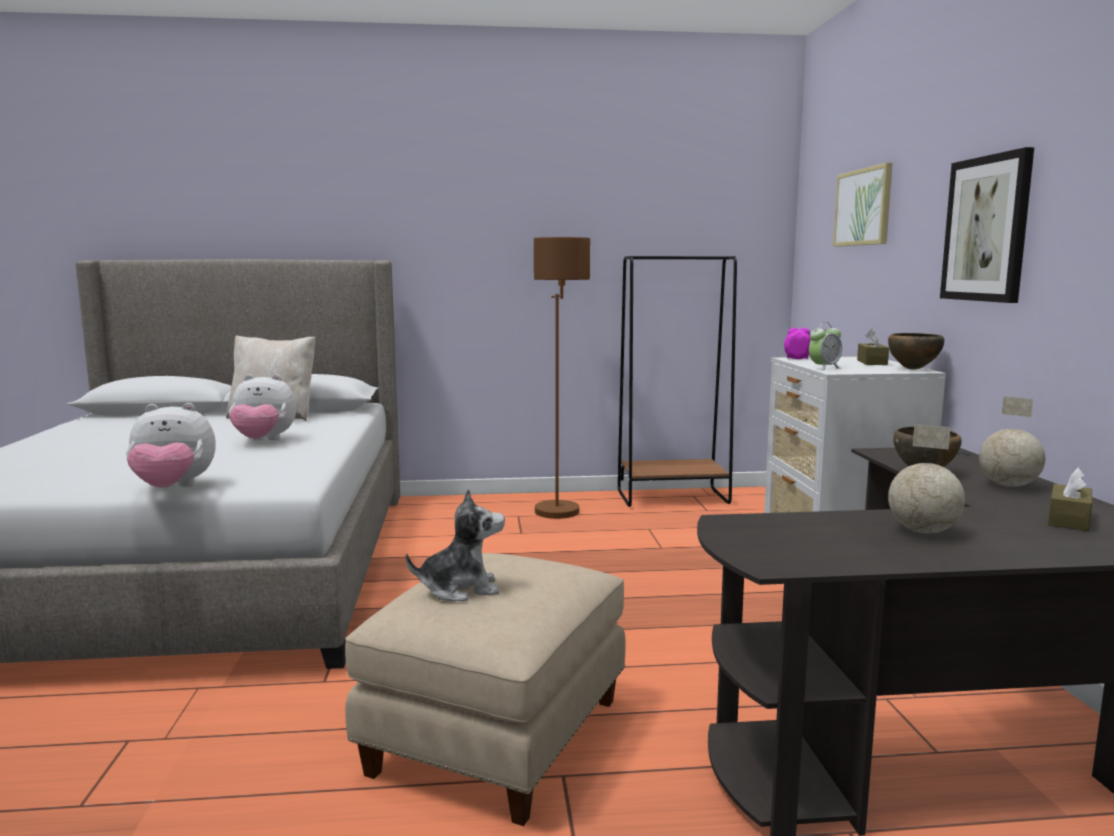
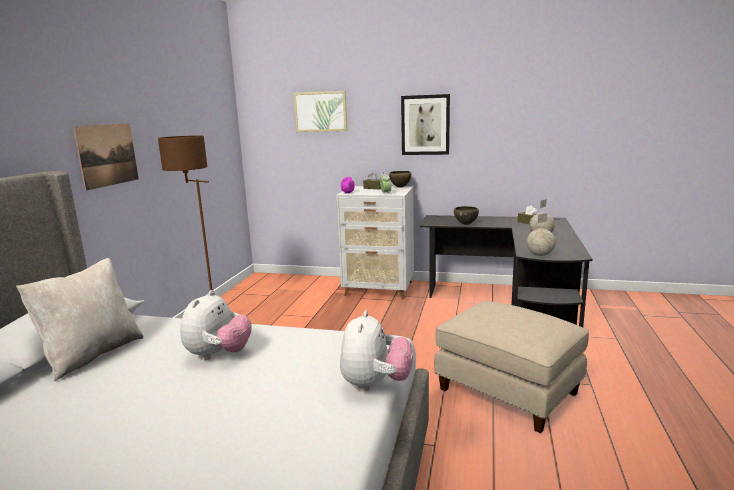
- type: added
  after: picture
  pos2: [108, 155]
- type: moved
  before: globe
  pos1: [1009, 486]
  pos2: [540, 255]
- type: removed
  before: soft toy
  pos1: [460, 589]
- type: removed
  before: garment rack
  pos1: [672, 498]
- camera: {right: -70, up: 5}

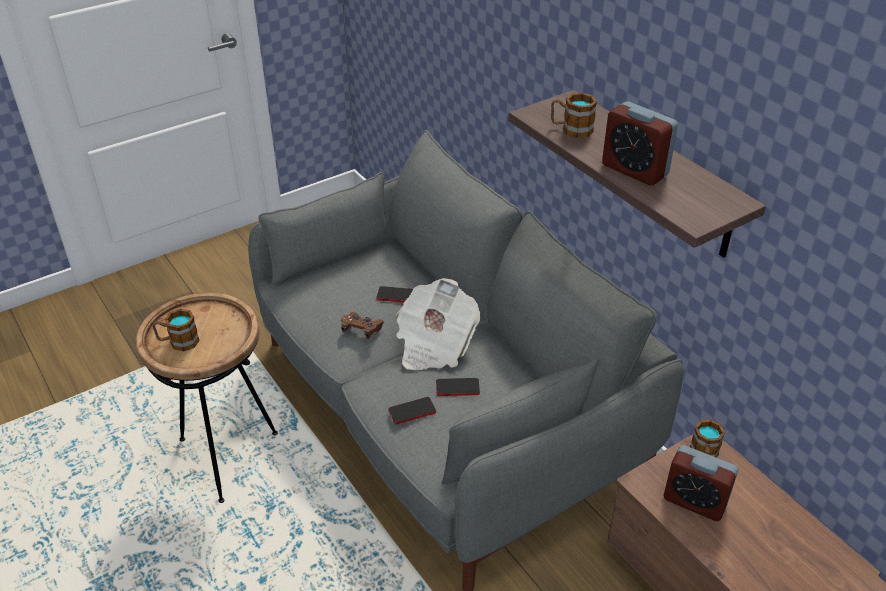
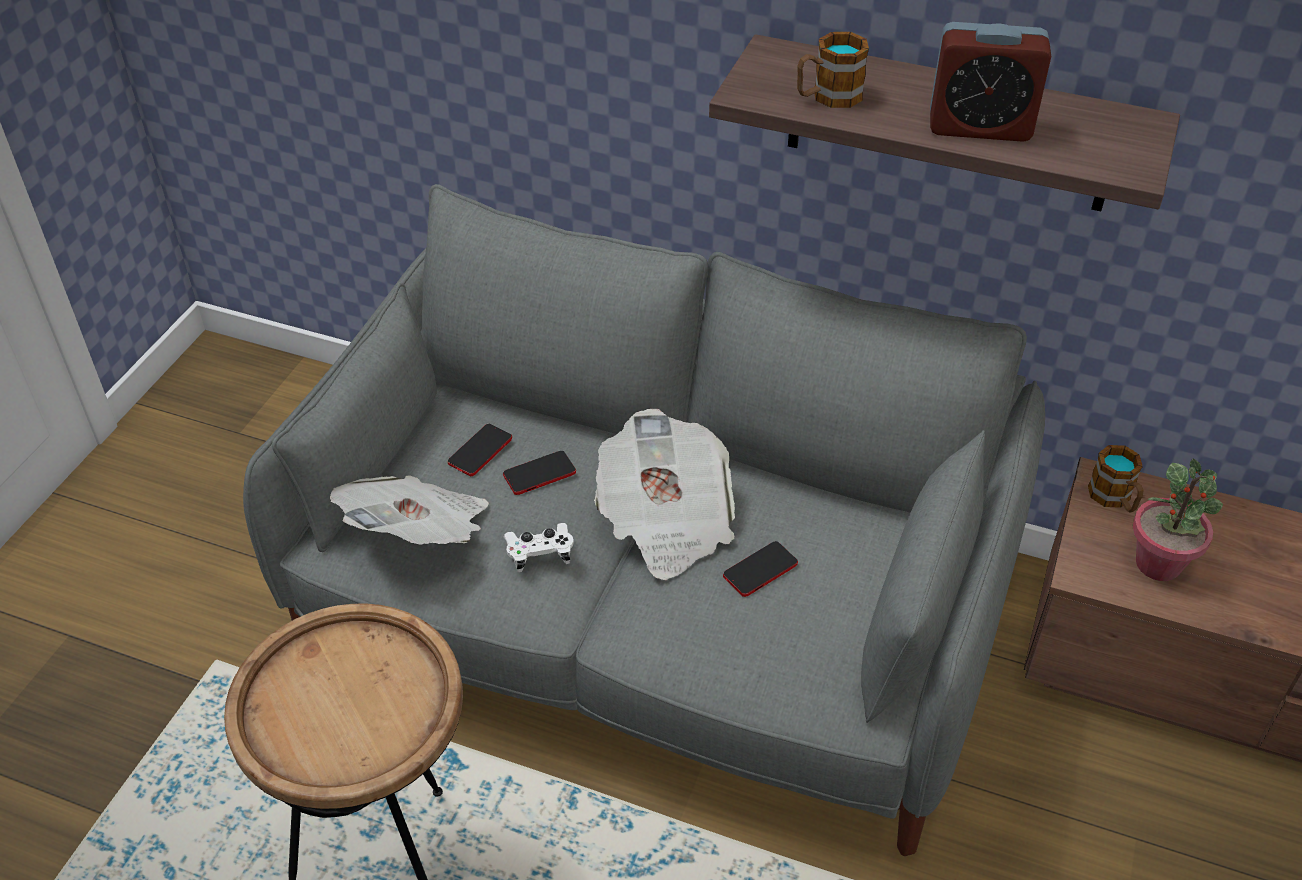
- type: added
  after: newspaper
  pos2: [420, 534]
- type: moved
  before: telephone
  pos1: [412, 411]
  pos2: [480, 451]
- type: recoloured
  before: joypad/brownish
  after: joypad/white
  pos1: [361, 330]
  pos2: [540, 554]
- type: replaced
  before: bedside clock
  after: plant in a pot
  pos1: [694, 501]
  pos2: [1158, 564]
- type: removed
  before: coffee mug
  pos1: [178, 342]
- camera: {right: -35, up: 5}

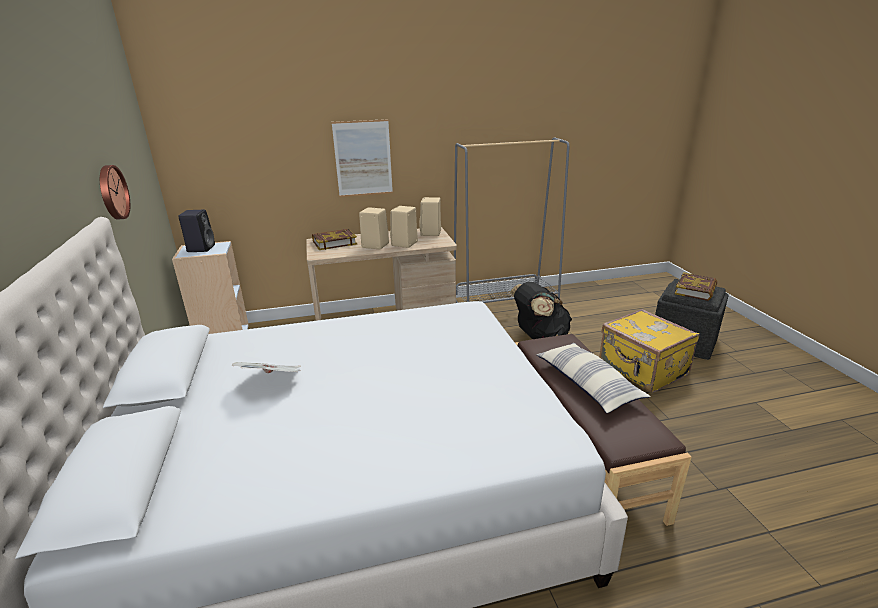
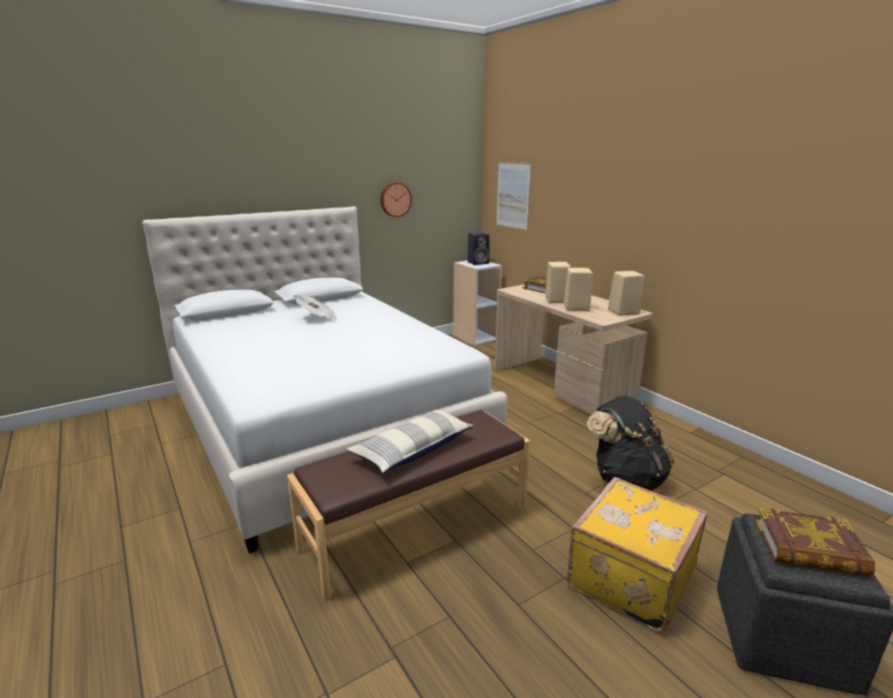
- type: moved
  before: picture
  pos1: [363, 158]
  pos2: [513, 195]
- type: removed
  before: garment rack/greyish
  pos1: [504, 303]
- camera: {right: 70, up: -5}

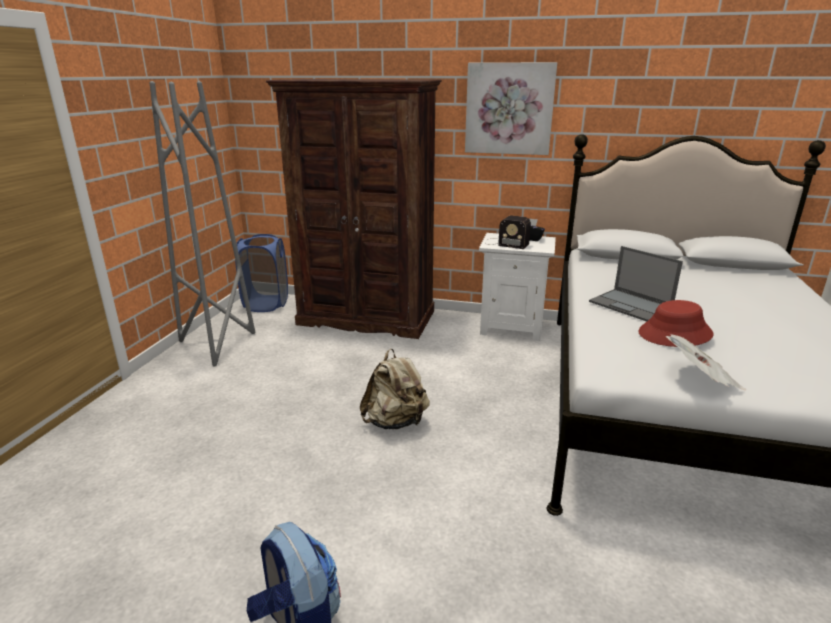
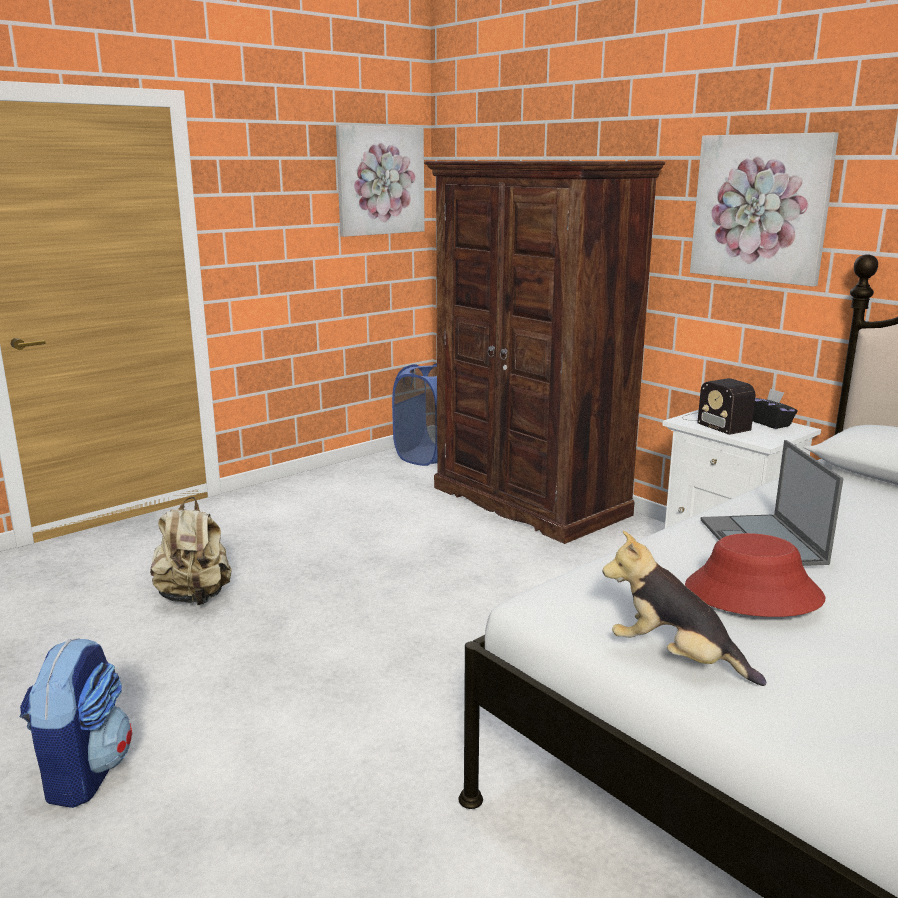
- type: moved
  before: rucksack/sand-coloured
  pos1: [395, 422]
  pos2: [195, 597]
- type: added
  after: picture
  pos2: [380, 181]
- type: replaced
  before: newspaper
  after: soft toy
  pos1: [701, 380]
  pos2: [675, 659]
- type: removed
  before: garment rack/greyish
  pos1: [217, 346]
- camera: {right: 35, up: -5}

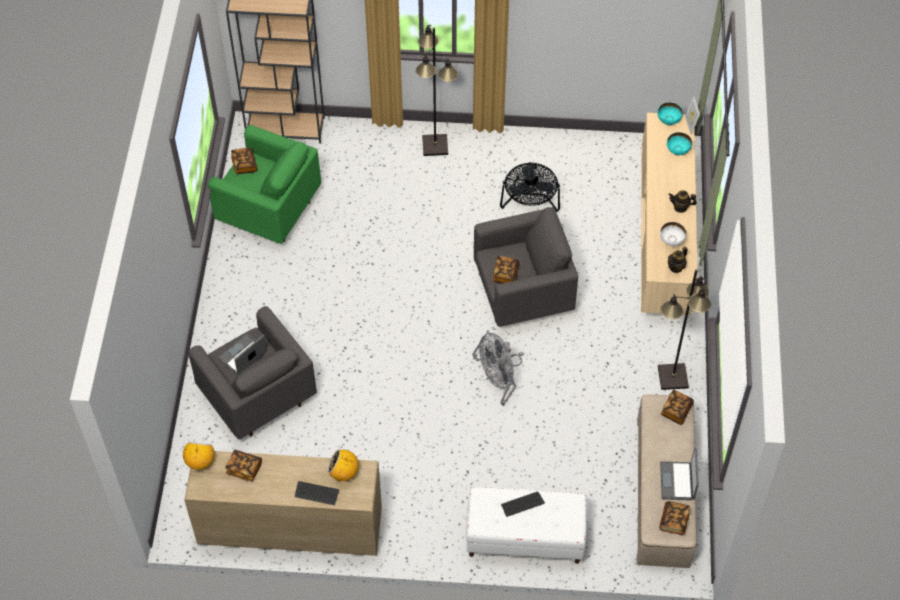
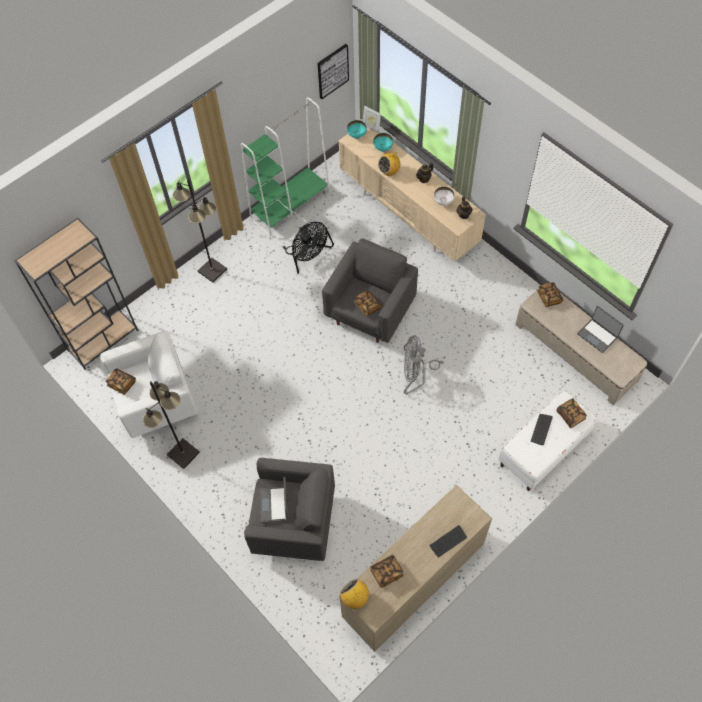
- type: recoloured
  before: armchair/greenish
  after: armchair/white
  pos1: [269, 211]
  pos2: [157, 401]
- type: moved
  before: floor lamp/blackish
  pos1: [672, 377]
  pos2: [183, 454]
- type: added
  after: garment rack/greenish
  pos2: [290, 205]
- type: added
  after: picture
  pos2: [332, 71]
- type: moved
  before: radio
  pos1: [344, 473]
  pos2: [389, 171]
- type: turned
  before: cooling fan/greyish
  pos1: [499, 376]
  pos2: [416, 371]
  turn: 75
- type: moved
  before: book
  pos1: [674, 521]
  pos2: [570, 416]
- camera: {right: -45, up: 5}

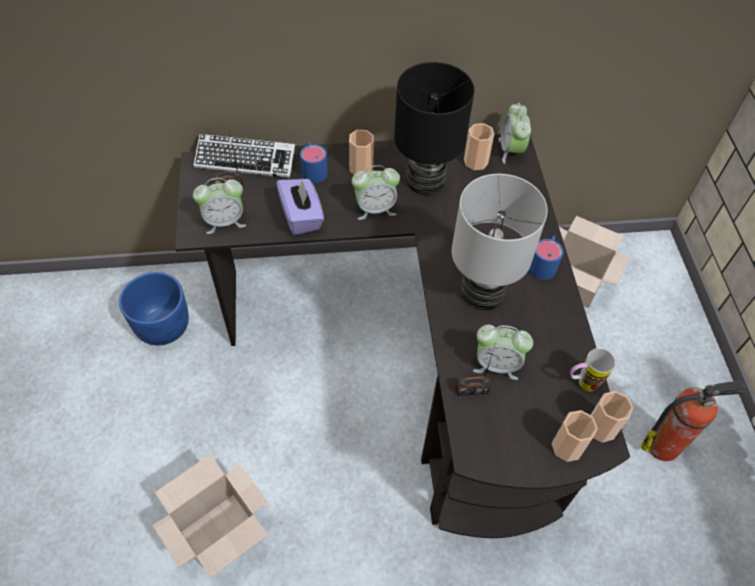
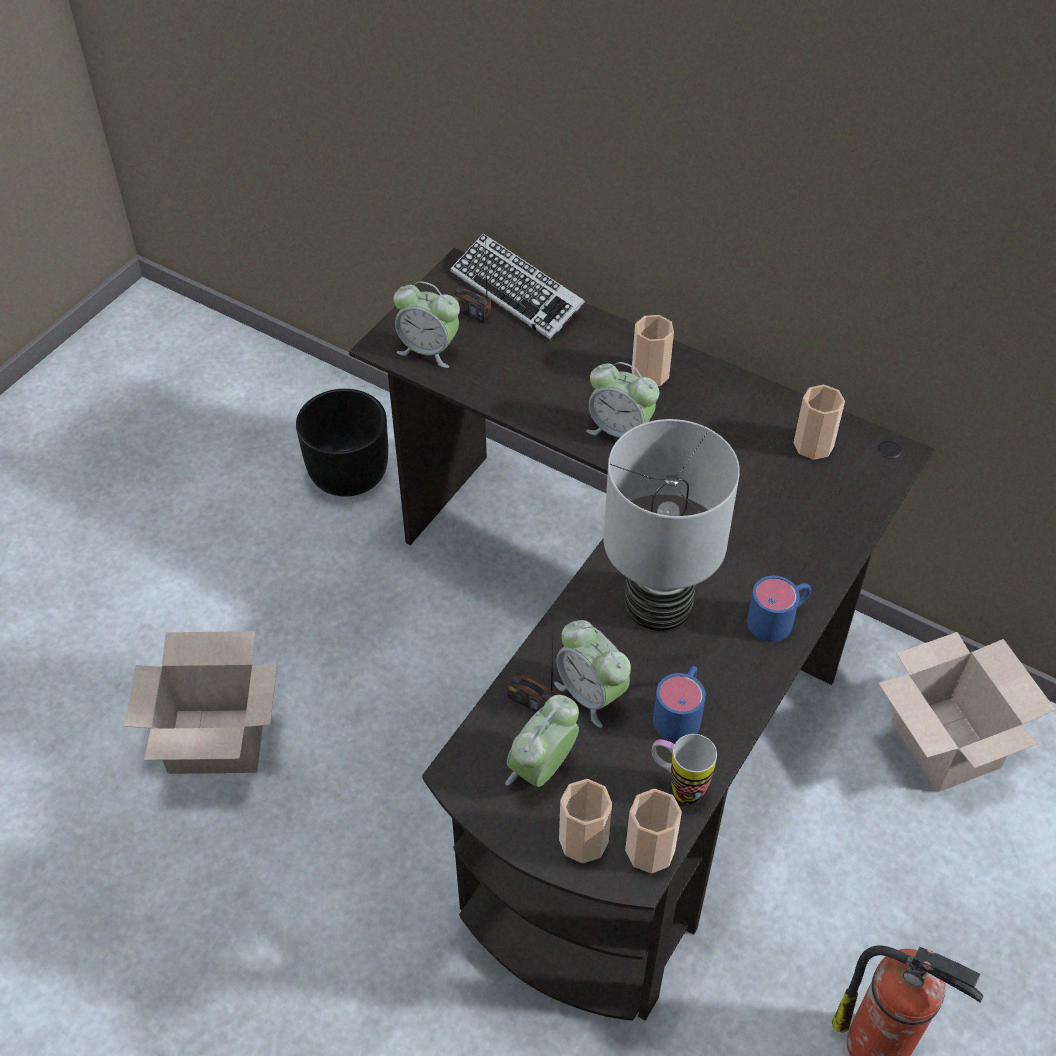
- type: recoloured
  before: plant pot/blue-coloured
  after: plant pot/blackish
  pos1: [163, 325]
  pos2: [349, 472]
- type: moved
  before: bedside clock
  pos1: [511, 150]
  pos2: [542, 769]
- type: moved
  before: coffee mug/blue-coloured
  pos1: [313, 169]
  pos2: [680, 712]
- type: removed
  before: tissue box/purple
  pos1: [301, 216]
- type: removed
  before: table lamp/blackish
  pos1: [425, 180]
- camera: {right: 40, up: -5}

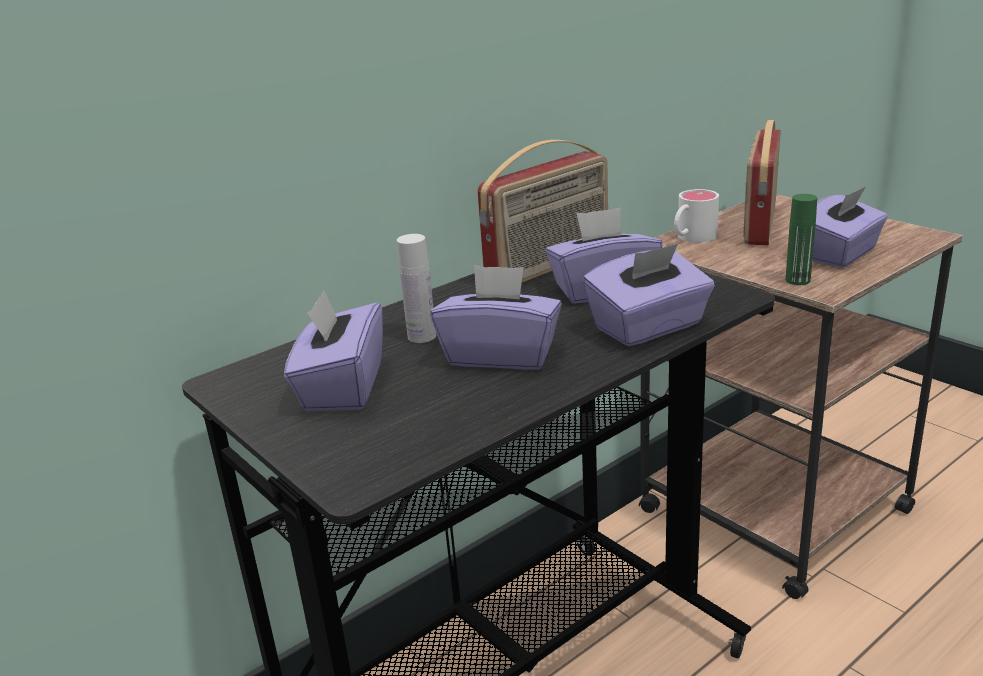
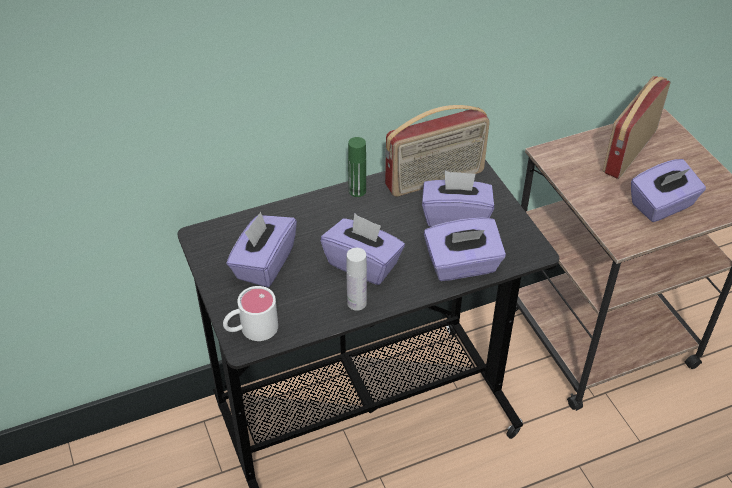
- type: moved
  before: coffee mug/white
  pos1: [691, 238]
  pos2: [251, 329]
- type: moved
  before: drink bottle/white
  pos1: [422, 336]
  pos2: [356, 303]
- type: moved
  before: drink bottle/greenish
  pos1: [797, 280]
  pos2: [357, 191]
- camera: {right: 15, up: 20}

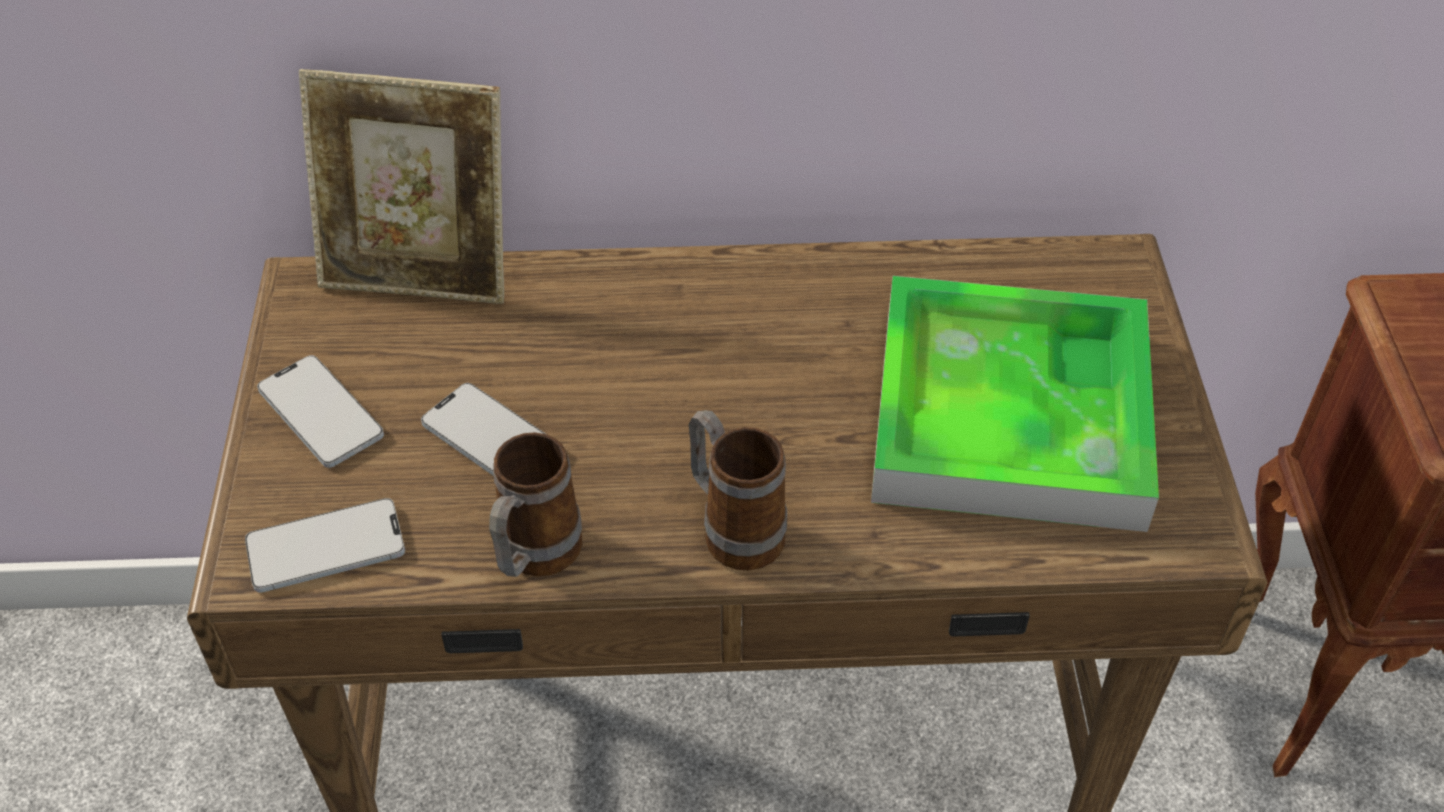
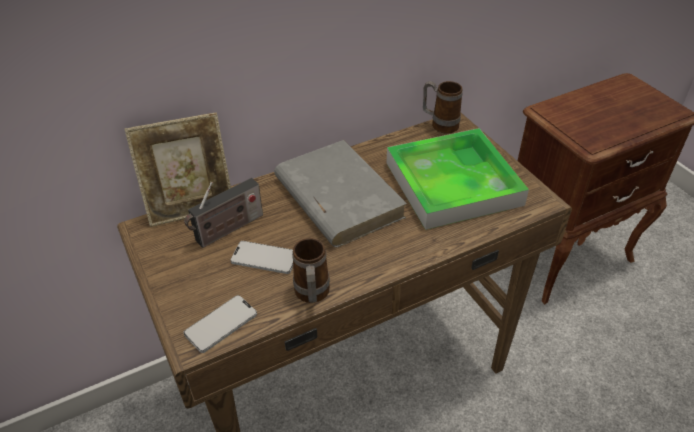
- type: added
  after: radio
  pos2: [227, 230]
- type: added
  after: book/greyish
  pos2: [337, 197]
- type: moved
  before: coffee mug
  pos1: [734, 528]
  pos2: [439, 124]
- type: removed
  before: telephone
  pos1: [321, 413]
- camera: {right: -25, up: -5}

